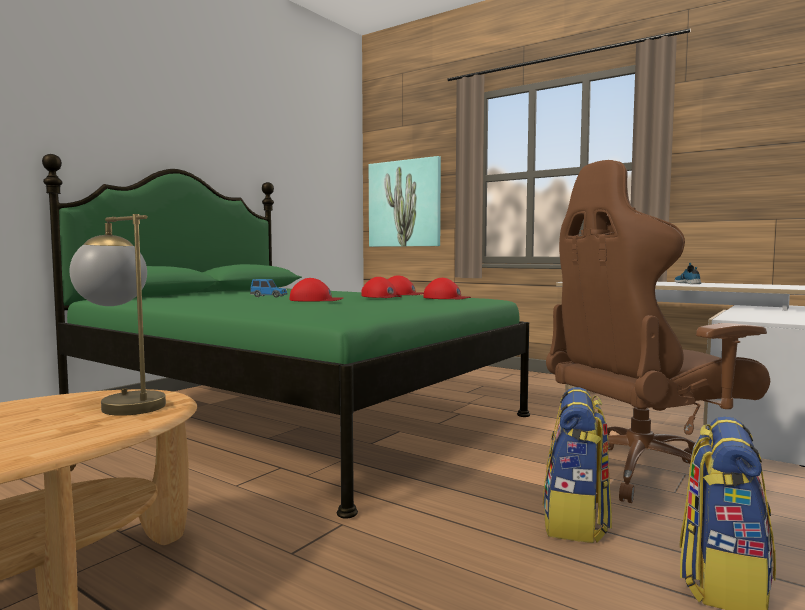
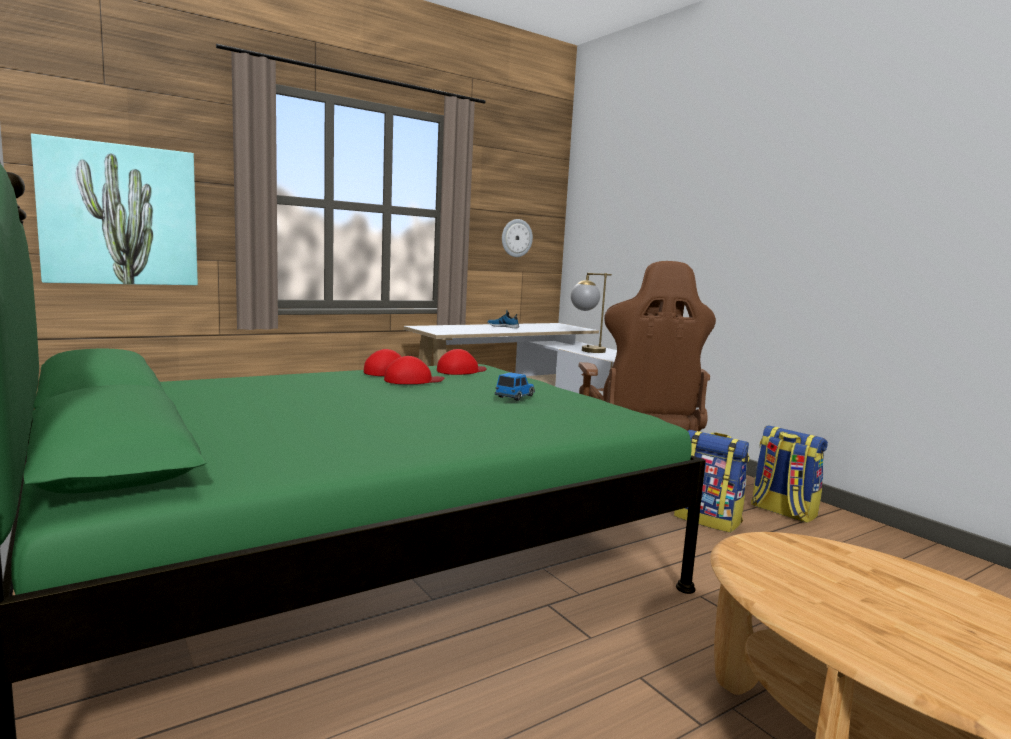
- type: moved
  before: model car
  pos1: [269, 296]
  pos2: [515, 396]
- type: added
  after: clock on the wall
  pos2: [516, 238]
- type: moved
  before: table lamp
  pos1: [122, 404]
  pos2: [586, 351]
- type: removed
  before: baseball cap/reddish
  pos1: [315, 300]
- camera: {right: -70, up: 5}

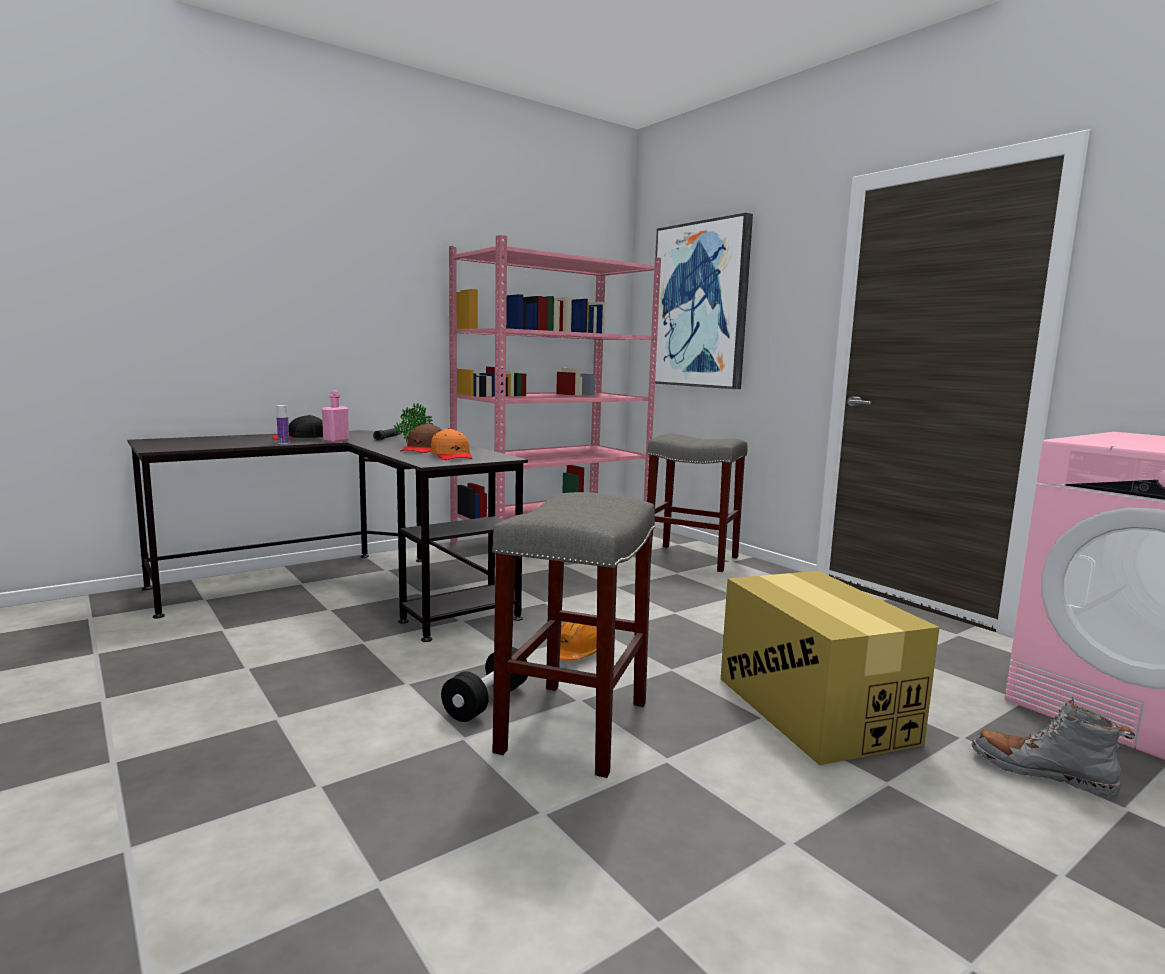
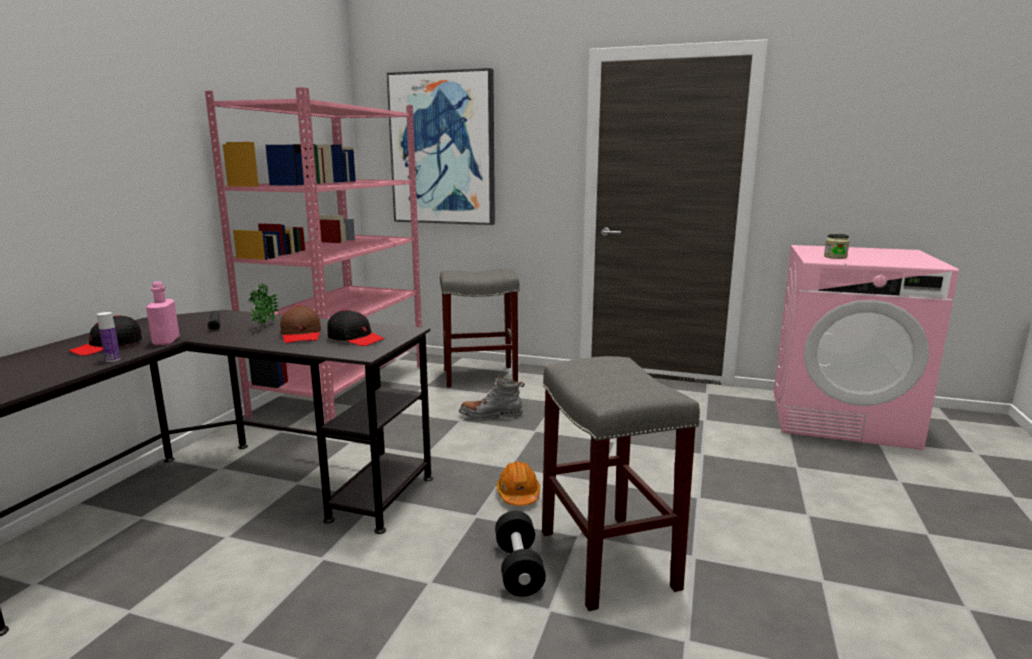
- type: recoloured
  before: baseball cap/orangey
  after: baseball cap/blackish
  pos1: [452, 456]
  pos2: [355, 338]
- type: moved
  before: tall boot/greyish
  pos1: [1041, 773]
  pos2: [491, 415]
- type: added
  after: storage jar
  pos2: [835, 257]
- type: removed
  before: carton
  pos1: [813, 709]
- camera: {right: -35, up: 5}

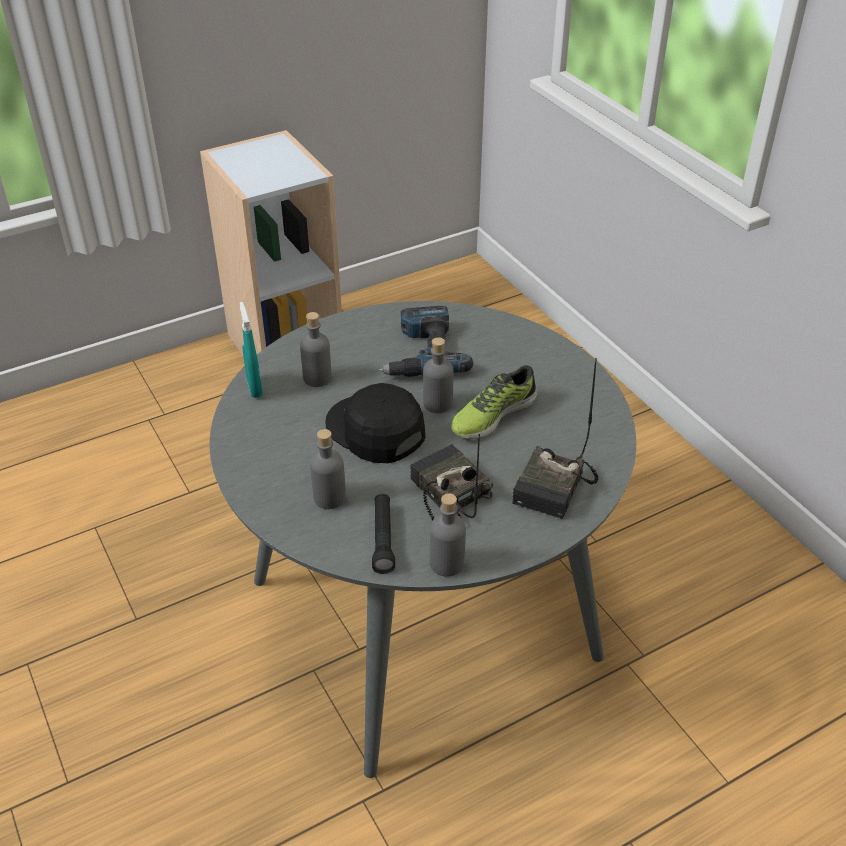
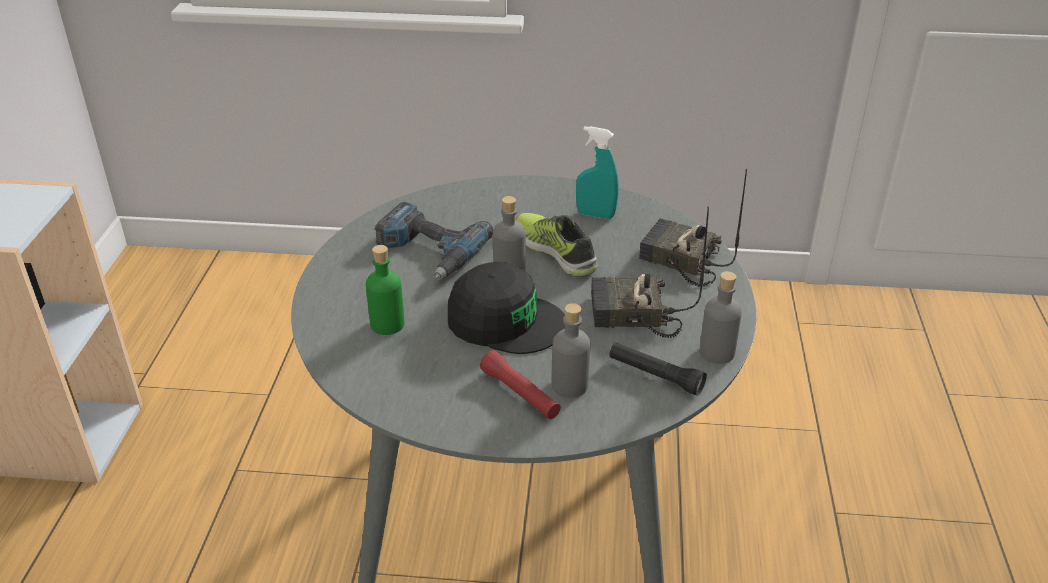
- type: recoloured
  before: drink bottle/greyish
  after: drink bottle/greenish
  pos1: [317, 378]
  pos2: [387, 324]
- type: turned
  before: baseball cap/blackish
  pos1: [375, 430]
  pos2: [505, 321]
  turn: -150
- type: added
  after: torch/reddish
  pos2: [520, 394]
- type: turned
  before: low shoe
  pos1: [492, 415]
  pos2: [556, 251]
  turn: 150
- type: moved
  before: hand sprayer/blue-green
  pos1: [254, 388]
  pos2: [595, 215]
- type: turned
  before: radio
  pos1: [555, 489]
  pos2: [679, 261]
  turn: 150
- camera: {right: -55, up: -5}

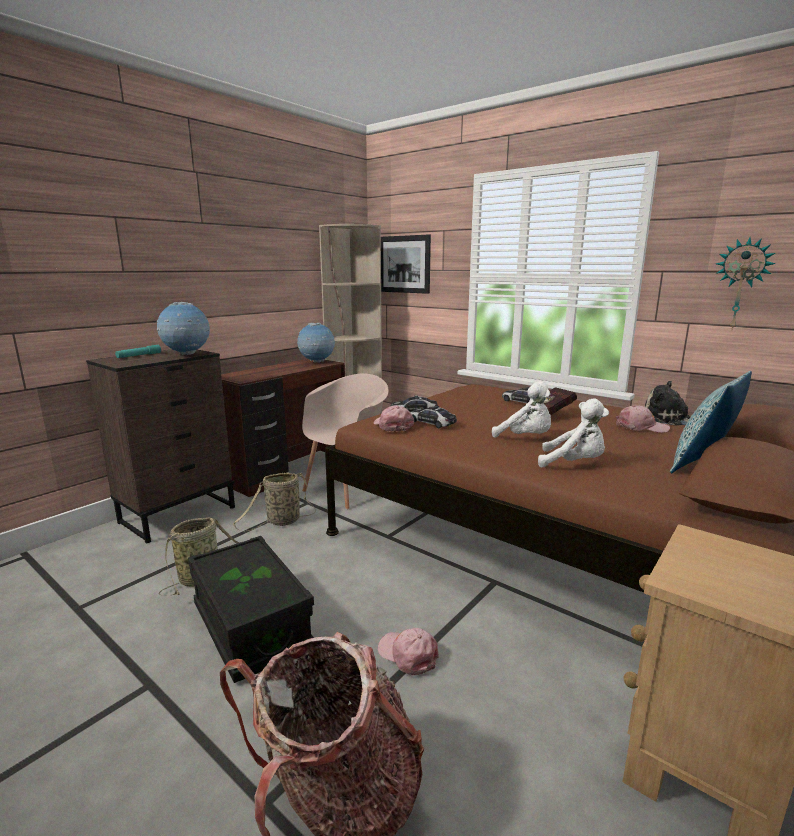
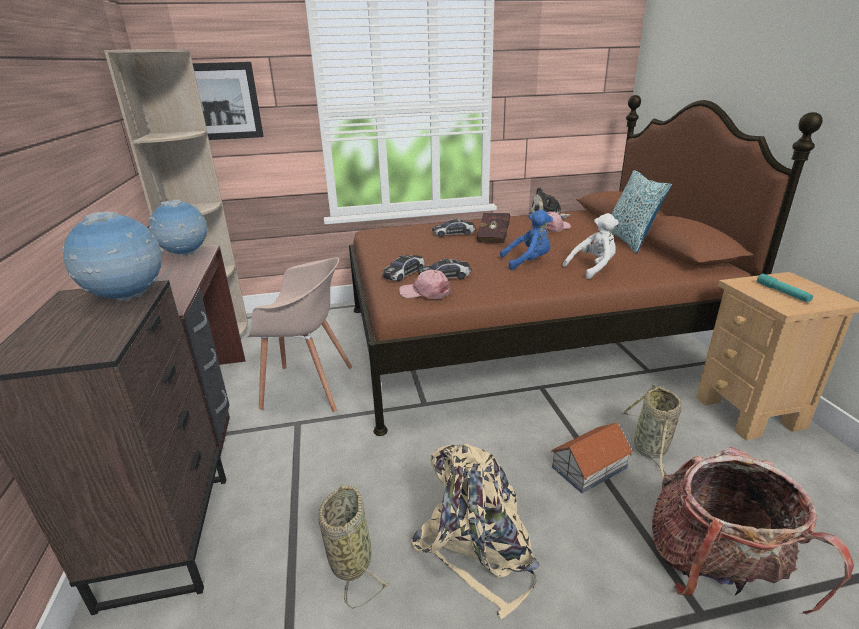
- type: turned
  before: chair/sand-coloured
  pos1: [348, 489]
  pos2: [309, 388]
  turn: 105
- type: replaced
  before: storage bin/blackish
  after: rucksack/sand-coloured
  pos1: [251, 626]
  pos2: [478, 547]
- type: recoloured
  before: soft toy/white
  after: soft toy/blue-coloured
  pos1: [526, 438]
  pos2: [528, 262]
- type: replaced
  before: baseball cap/pinkish
  after: model house
  pos1: [408, 654]
  pos2: [590, 467]
- type: moved
  before: basket
  pos1: [281, 522]
  pos2: [651, 450]
- type: moved
  before: torch/blue-green
  pos1: [139, 355]
  pos2: [782, 292]
- type: removed
  before: clock on the wall
  pos1: [741, 284]
- camera: {right: -50, up: 10}

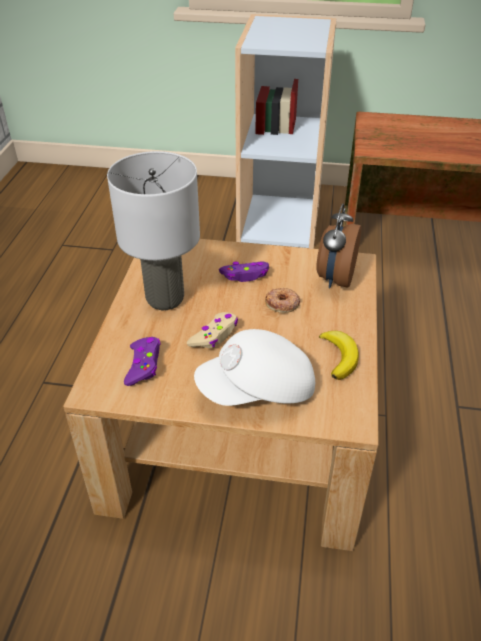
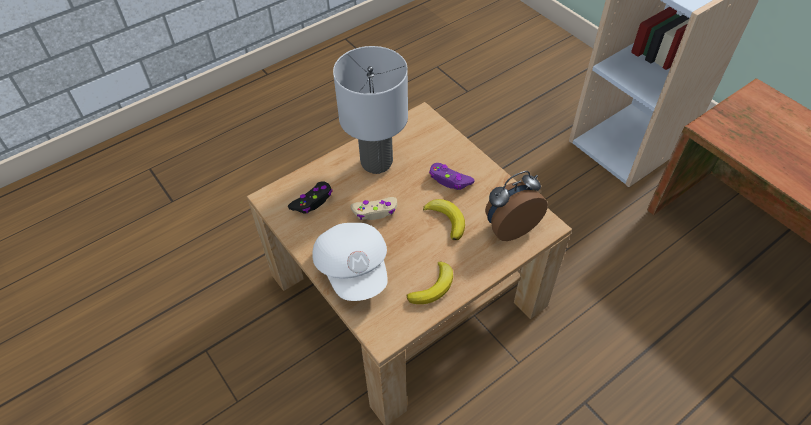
- type: recoloured
  before: joypad/purple
  after: joypad/blackish
  pos1: [143, 365]
  pos2: [312, 201]
- type: turned
  before: baseball cap/white
  pos1: [258, 390]
  pos2: [354, 269]
  turn: -135
- type: replaced
  before: donut
  after: banana fruit
  pos1: [282, 303]
  pos2: [447, 220]
- camera: {right: 45, up: 10}

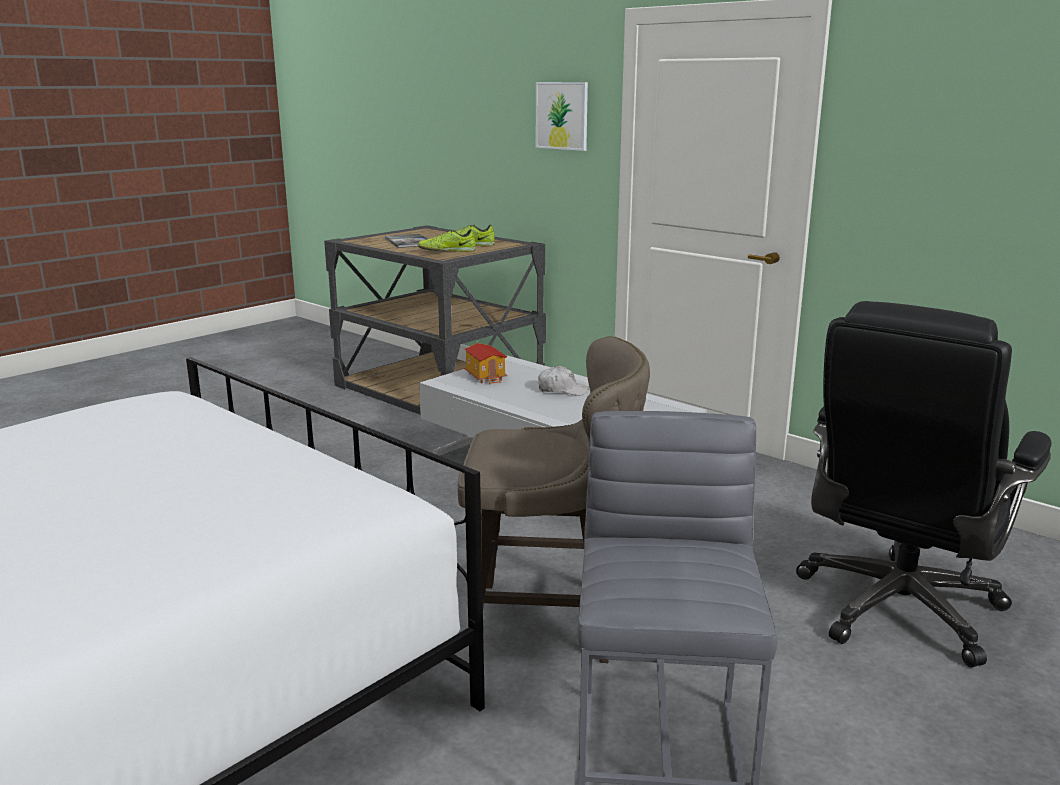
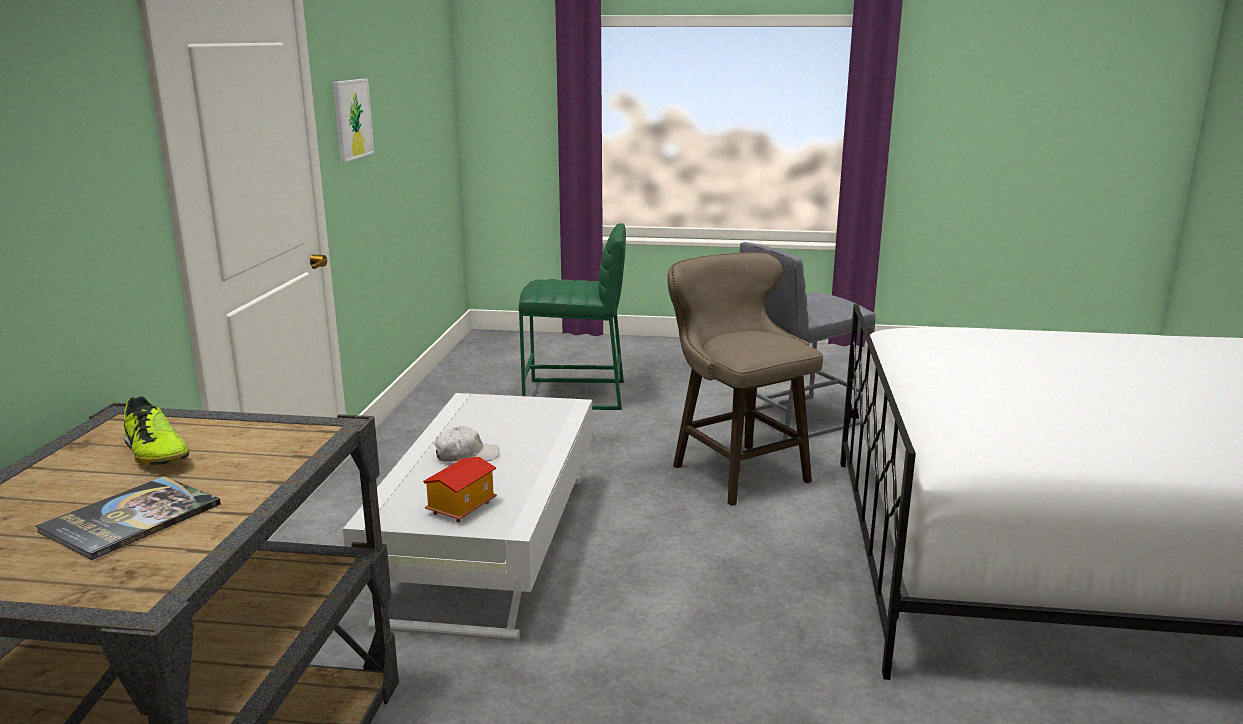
- type: moved
  before: picture
  pos1: [562, 115]
  pos2: [352, 119]
- type: turned
  before: baseball cap/white
  pos1: [562, 390]
  pos2: [466, 455]
  turn: 105
- type: replaced
  before: computer chair/blackish
  after: stool seat/greenish
  pos1: [899, 607]
  pos2: [575, 395]
- type: removed
  before: low shoe
  pos1: [446, 251]
- camera: {right: -125, up: 0}

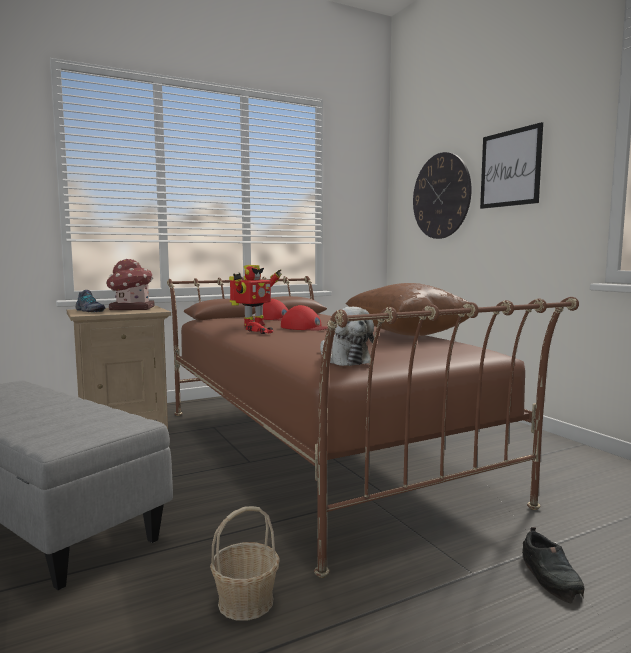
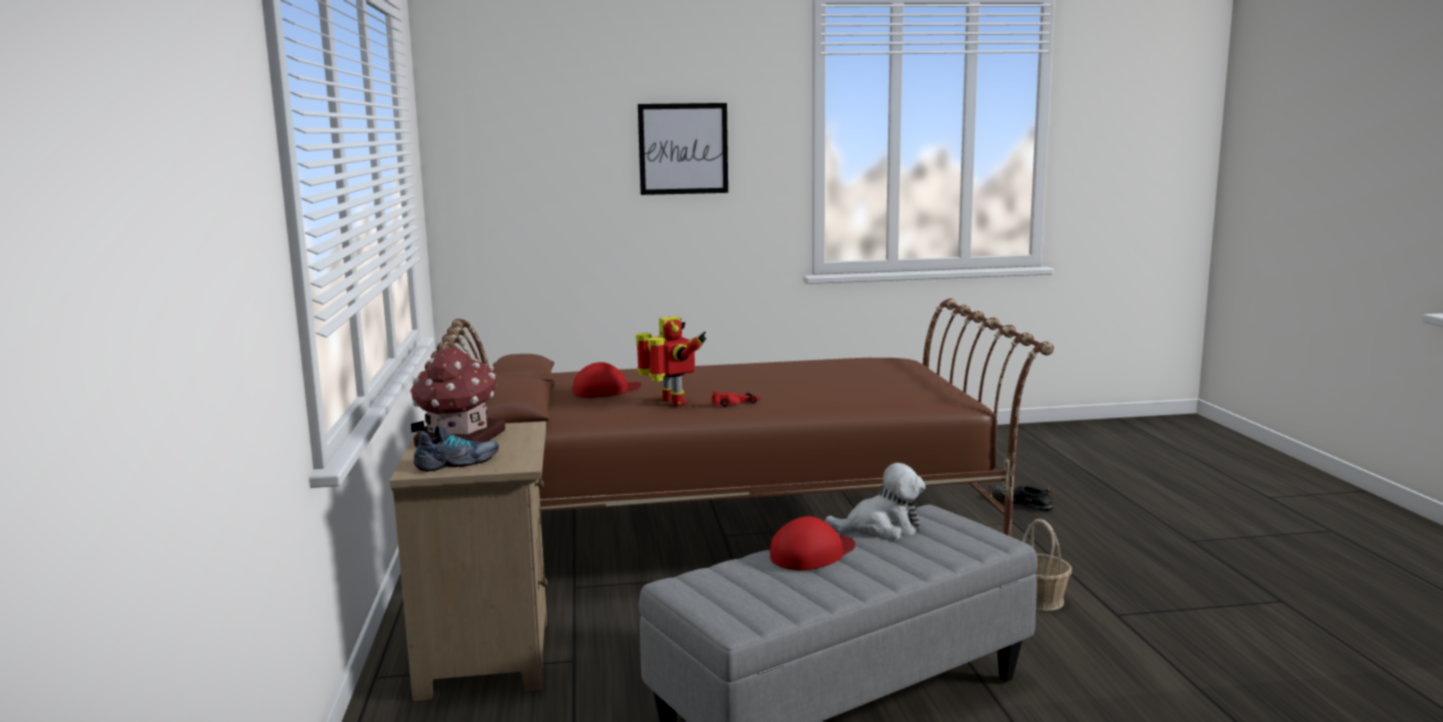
- type: moved
  before: baseball cap/reddish
  pos1: [305, 328]
  pos2: [812, 554]
- type: moved
  before: soft toy
  pos1: [343, 359]
  pos2: [881, 528]
- type: turned
  before: low shoe/blackish
  pos1: [551, 575]
  pos2: [1020, 503]
  turn: -150
- type: removed
  before: cushion/brownish
  pos1: [408, 335]
- type: removed
  before: clock on the wall
  pos1: [441, 196]
- camera: {right: -70, up: 5}

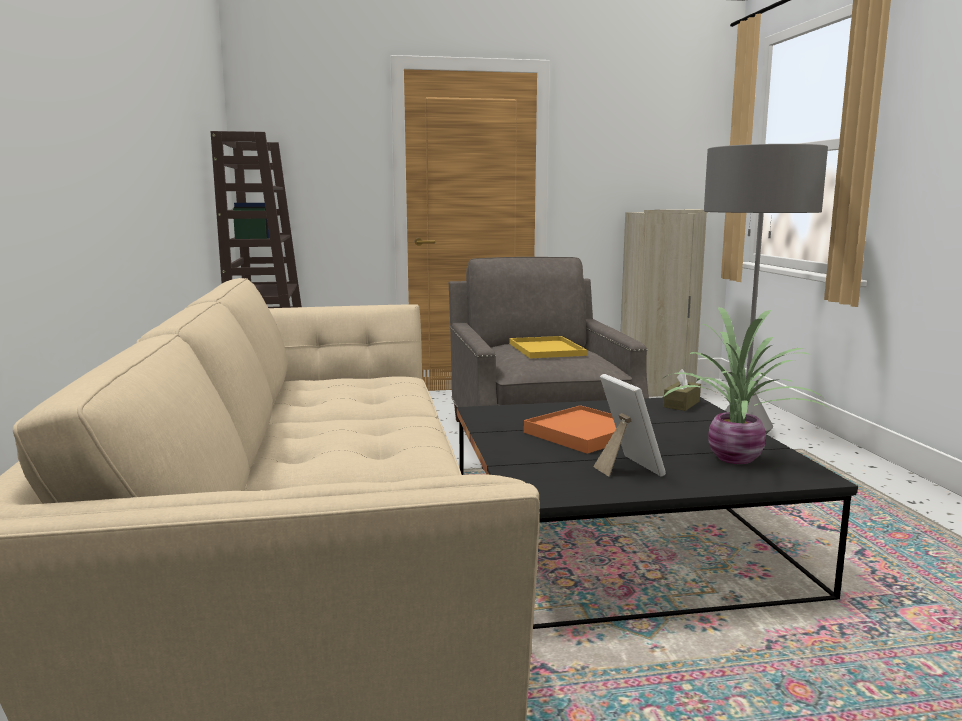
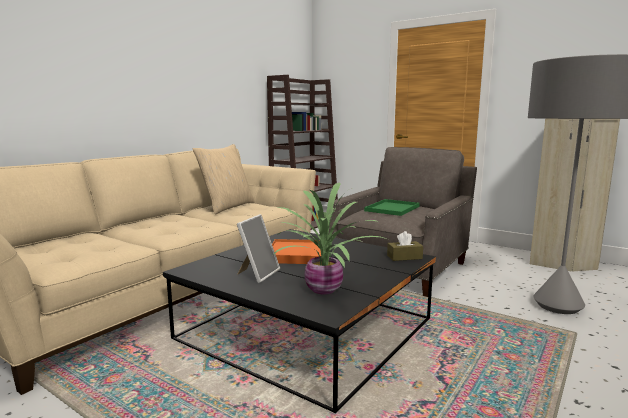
- type: added
  after: cushion/sand-coloured
  pos2: [227, 207]
- type: recoloured
  before: tray/yellow
  after: tray/greenish
  pos1: [547, 349]
  pos2: [392, 209]
- camera: {right: 45, up: 0}

